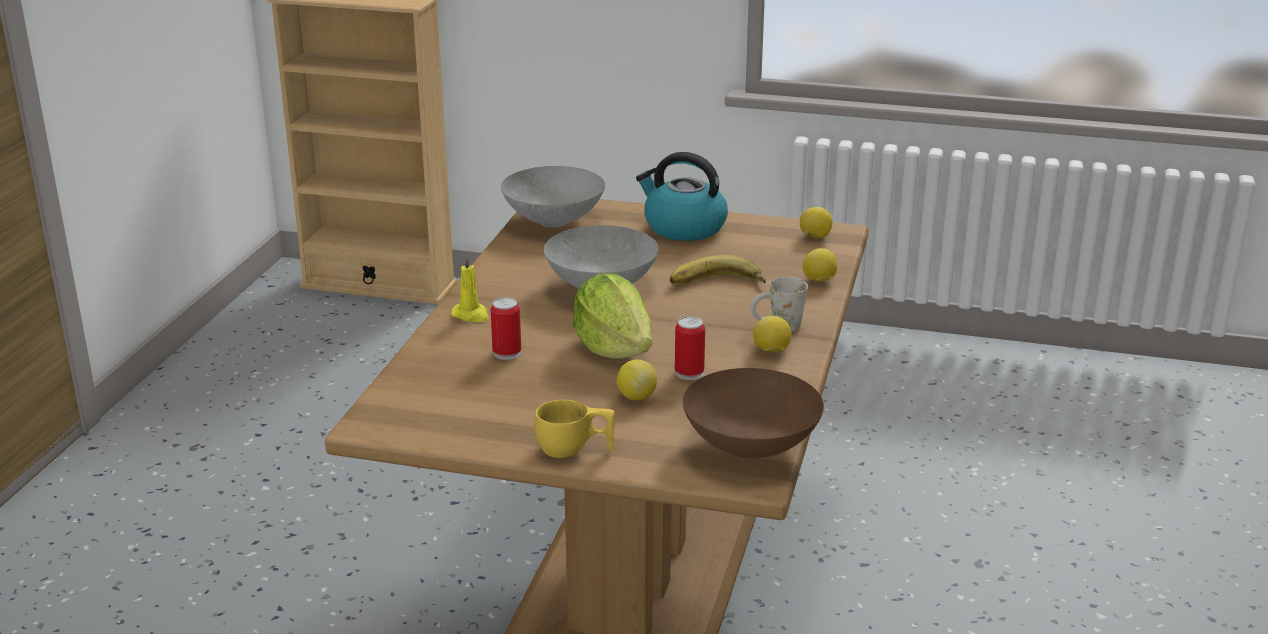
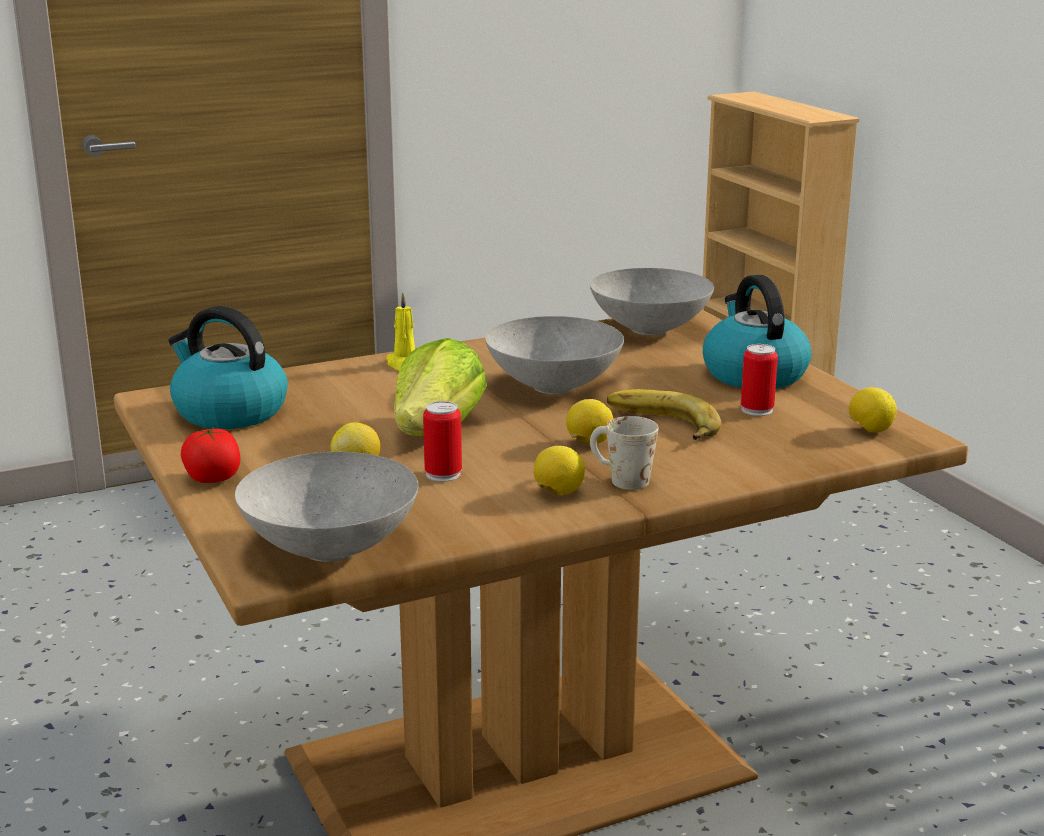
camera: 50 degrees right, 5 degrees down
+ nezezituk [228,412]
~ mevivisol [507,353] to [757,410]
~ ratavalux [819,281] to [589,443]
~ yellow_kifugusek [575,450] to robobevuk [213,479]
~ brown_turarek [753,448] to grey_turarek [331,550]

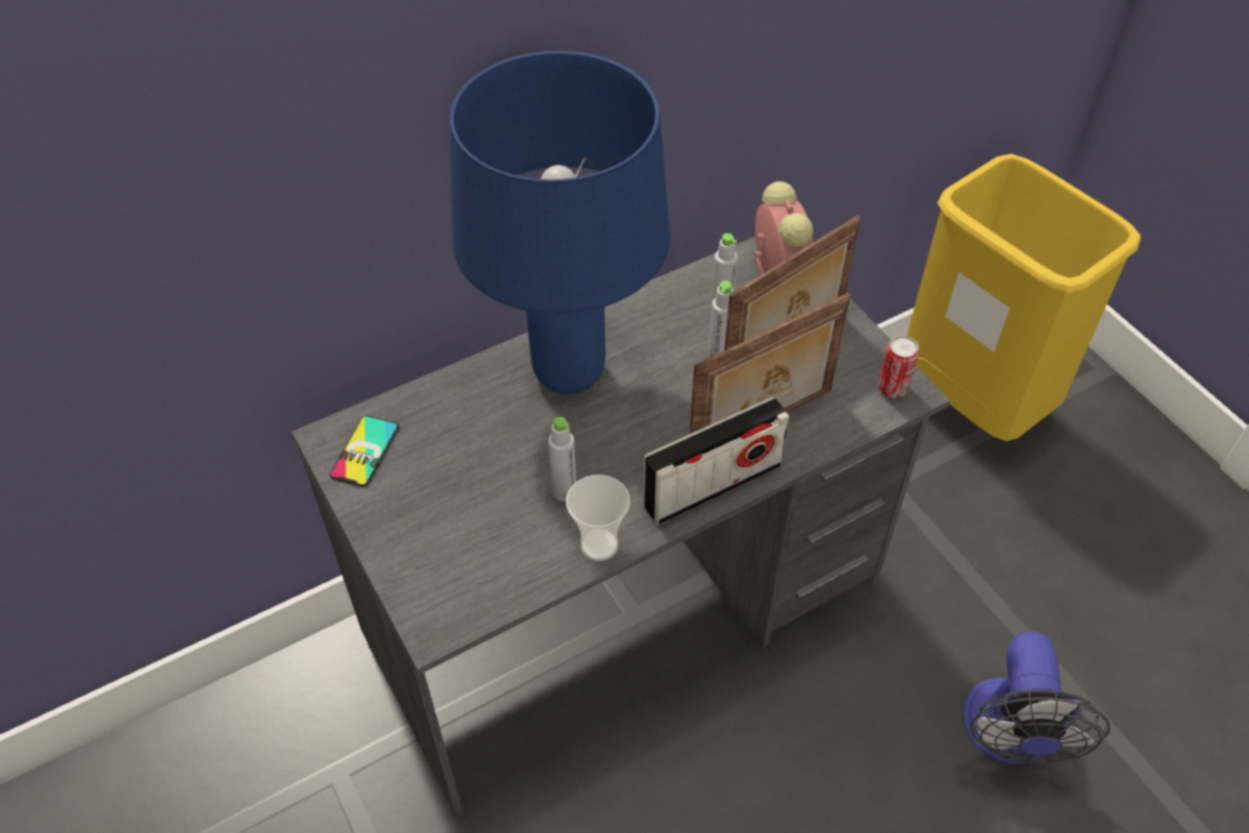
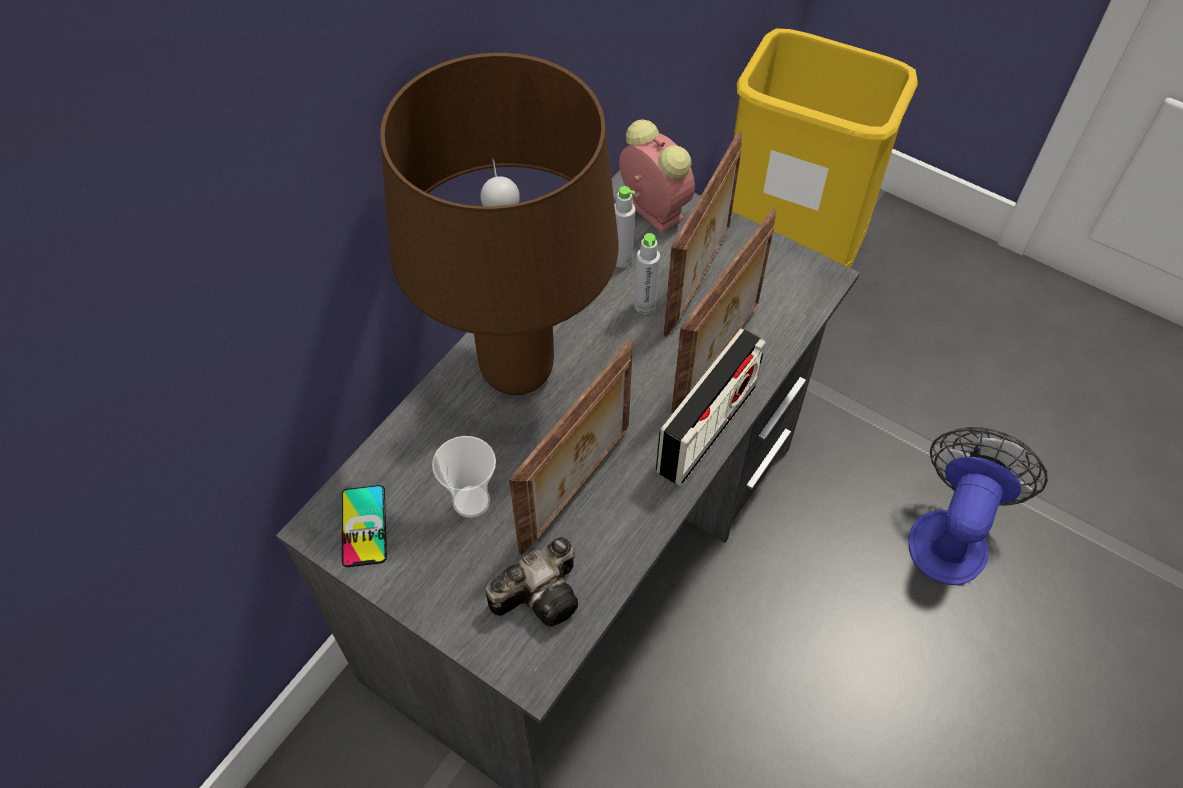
camera: 25 degrees left, 5 degrees up
- mevivisol [892,388]
+ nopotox [543,593]
~ kifugusek [599,545] to [471,501]
~ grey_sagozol [564,491] to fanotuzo [578,488]
~ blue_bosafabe [567,373] to brown_bosafabe [515,372]
~ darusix [1009,738] = [951,534] 135 degrees counterclockwise

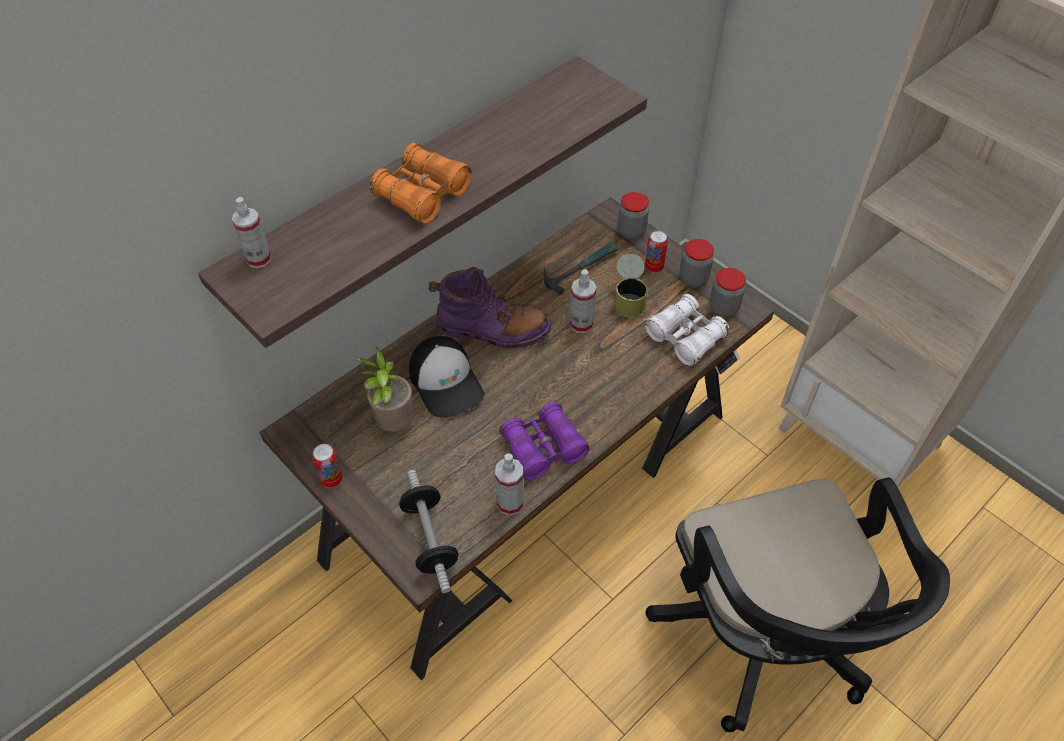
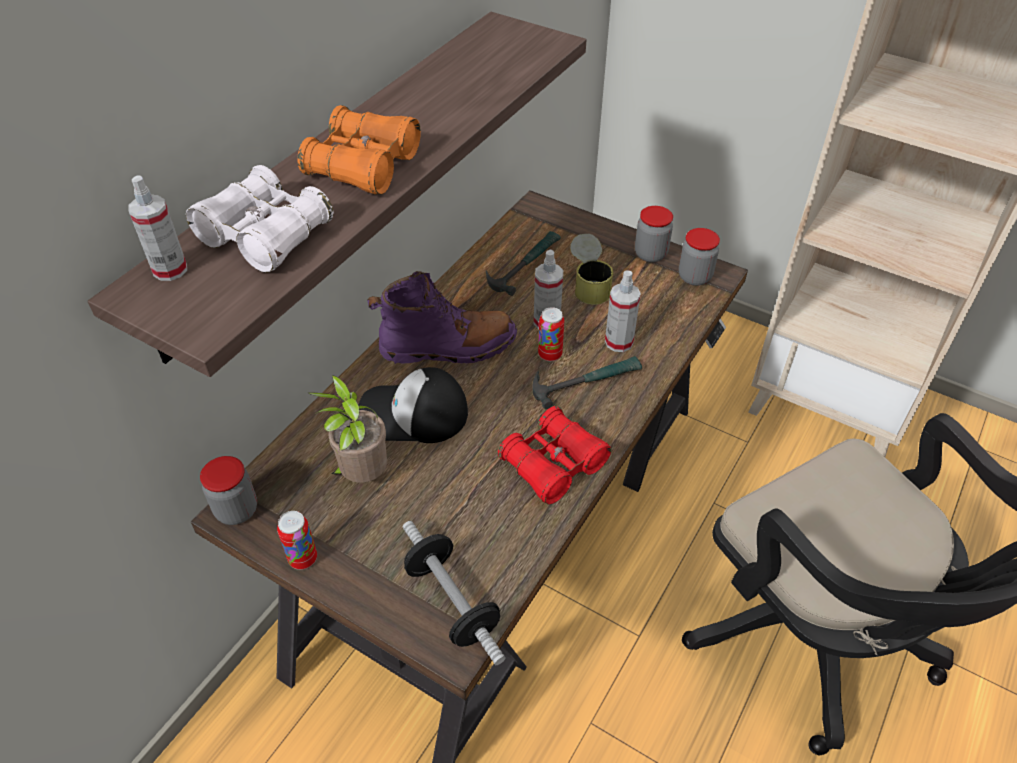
camera: 15 degrees left, 5 degrees down
+ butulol [585,381]
~ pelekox [510,503] to [619,342]
~ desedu [631,232] to [237,510]
~ mevivisol [654,267] to [550,354]
~ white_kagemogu [685,337] to [265,235]
~ purple_kagemogu [543,448] to red_kagemogu [553,464]
~ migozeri [446,382] = [412,414] 135 degrees clockwise

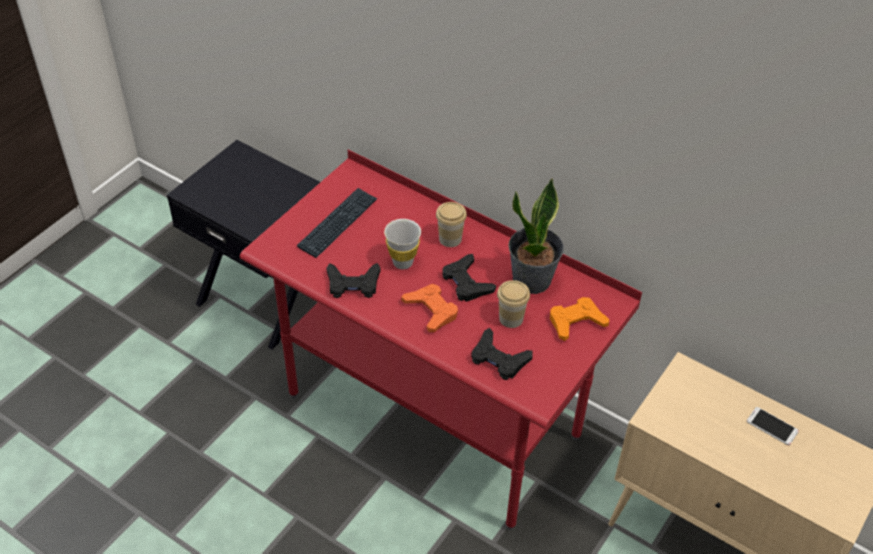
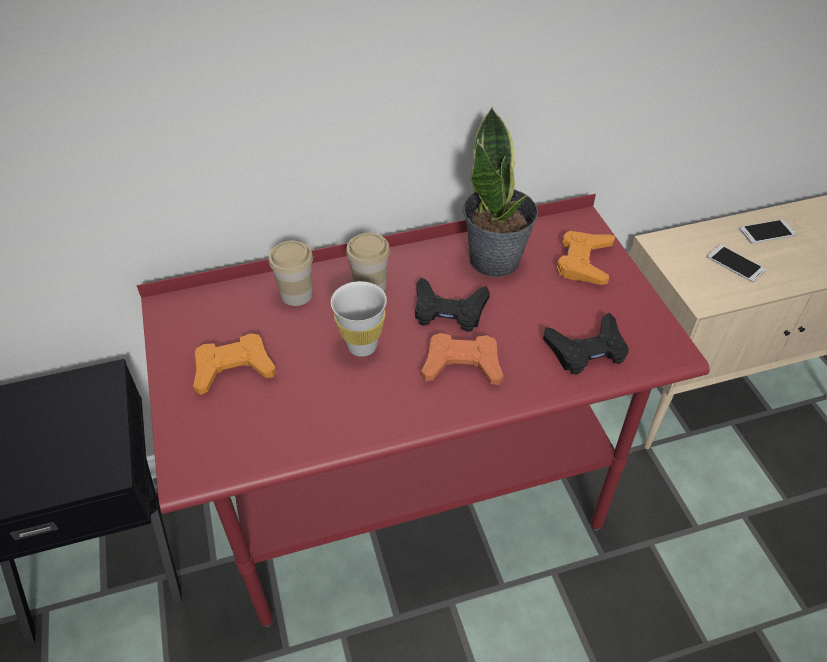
camera: 50 degrees left, 0 degrees up
- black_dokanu [353,284]
+ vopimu [735,264]
~ kifugusek [511,318] to [296,294]
~ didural [338,223] to orange_dokanu [233,368]

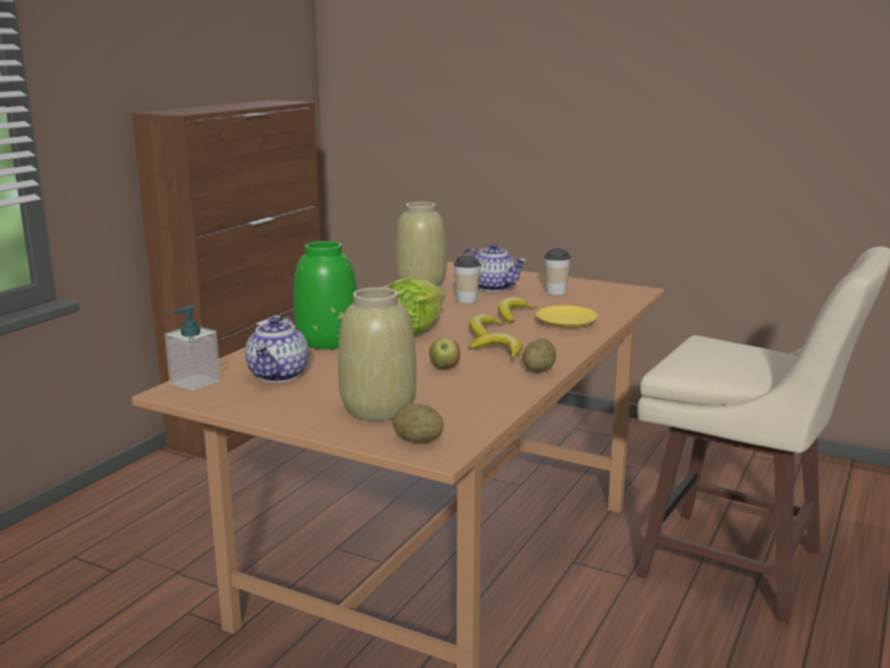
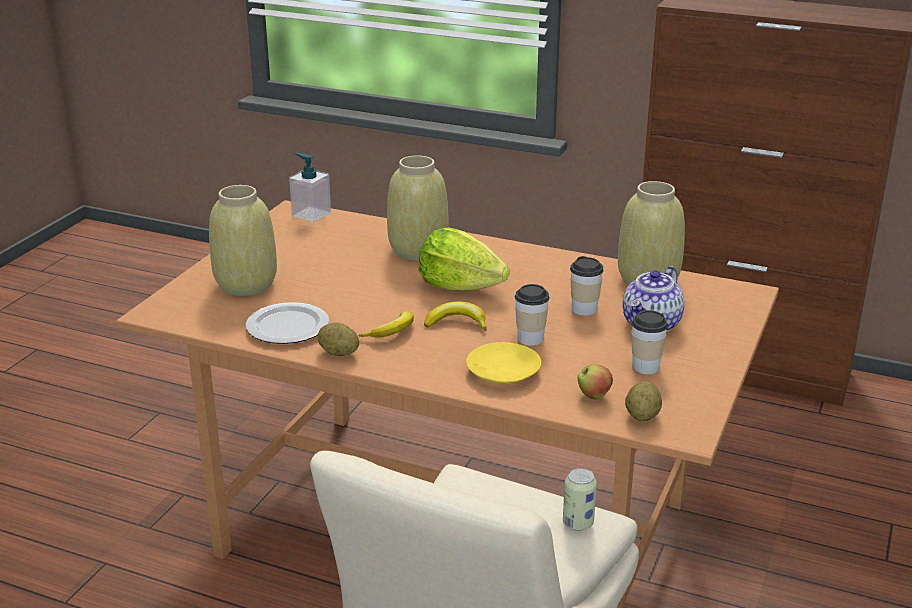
camera: 85 degrees right, 10 degrees up
- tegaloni [279,375]
+ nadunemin [289,327]
+ mevivisol [578,523]
~ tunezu [418,440] to [642,416]
~ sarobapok [444,367] to [594,396]
~ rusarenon [513,315] to kifugusek [530,338]
~ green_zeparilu [327,341] to beige_zeparilu [419,250]

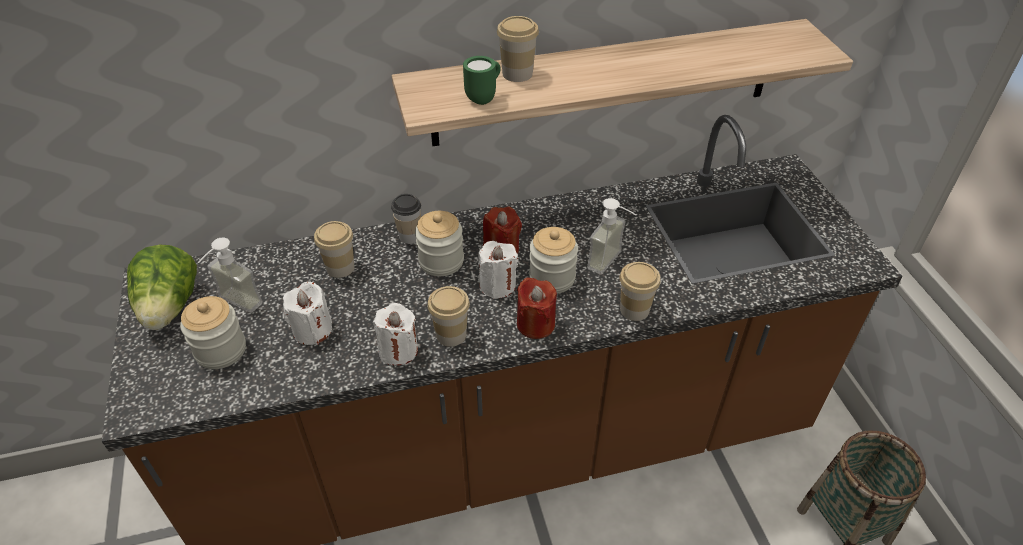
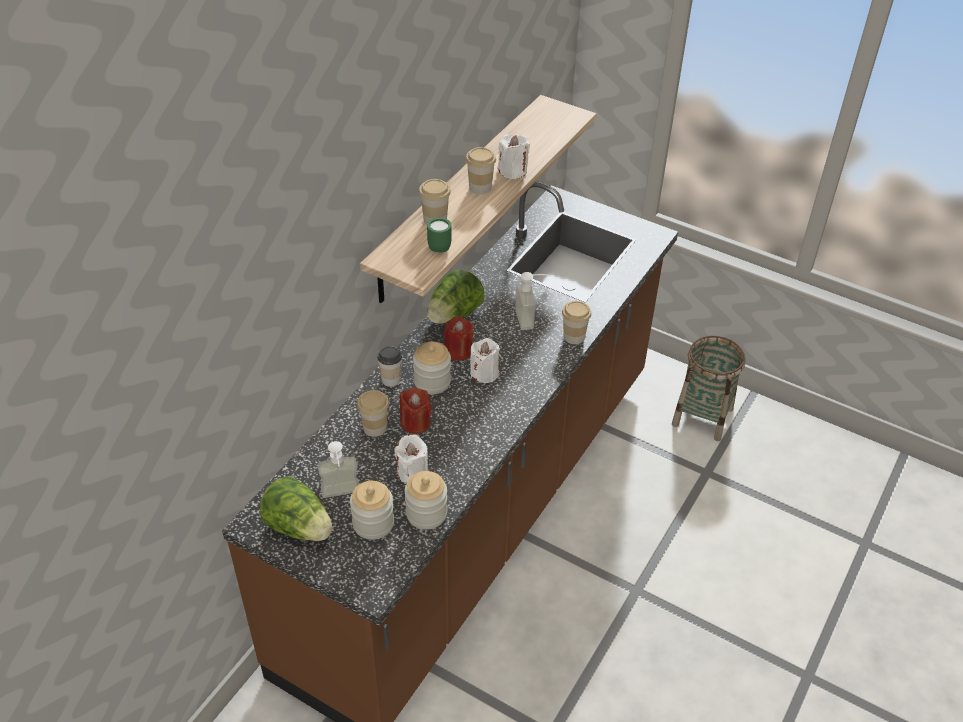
camera: 45 degrees left, 0 degrees up
+ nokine [454,315]
~ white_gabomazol [398,350] to [513,171]
~ kifugusek [451,334] to [480,187]
~ red_gabomazol [535,324] to [415,422]
~ desedu [552,278] to [426,513]

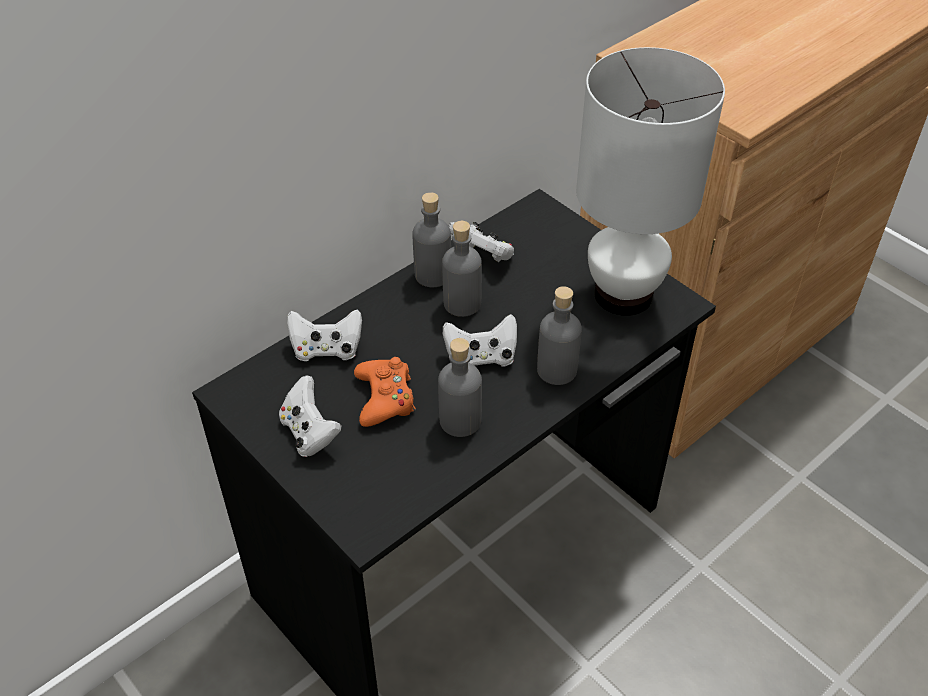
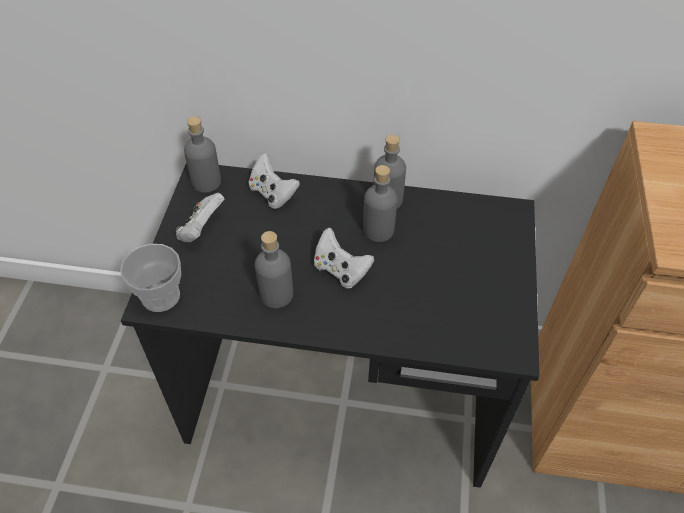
camera: 50 degrees right, 5 degrees up
- orange_dokanu [385,398]
- white_dokanu [483,256]
- white_bosafabe [623,294]
+ kifugusek [161,296]
~ grey_sagozol [556,370] to [206,182]

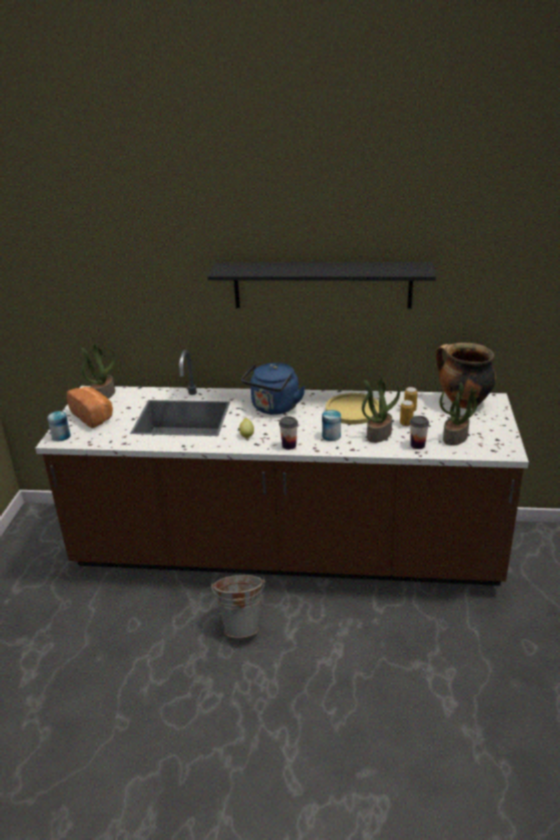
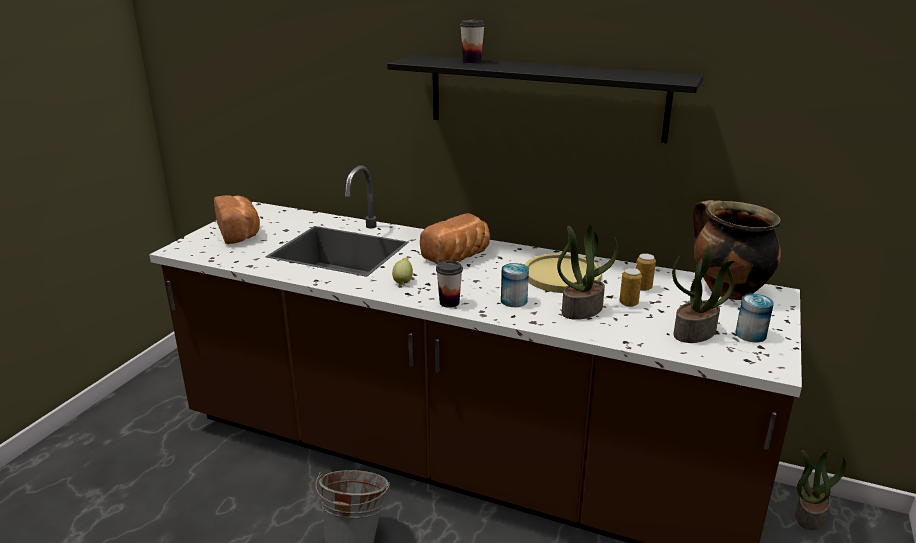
camera: 15 degrees right, 5 degrees down
~ mevivisol [61,436] to [750,334]
~ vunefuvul [103,394] to [809,515]
~ kifugusek [417,445] to [472,61]
~ blue_nezezituk [274,408] to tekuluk [459,257]

